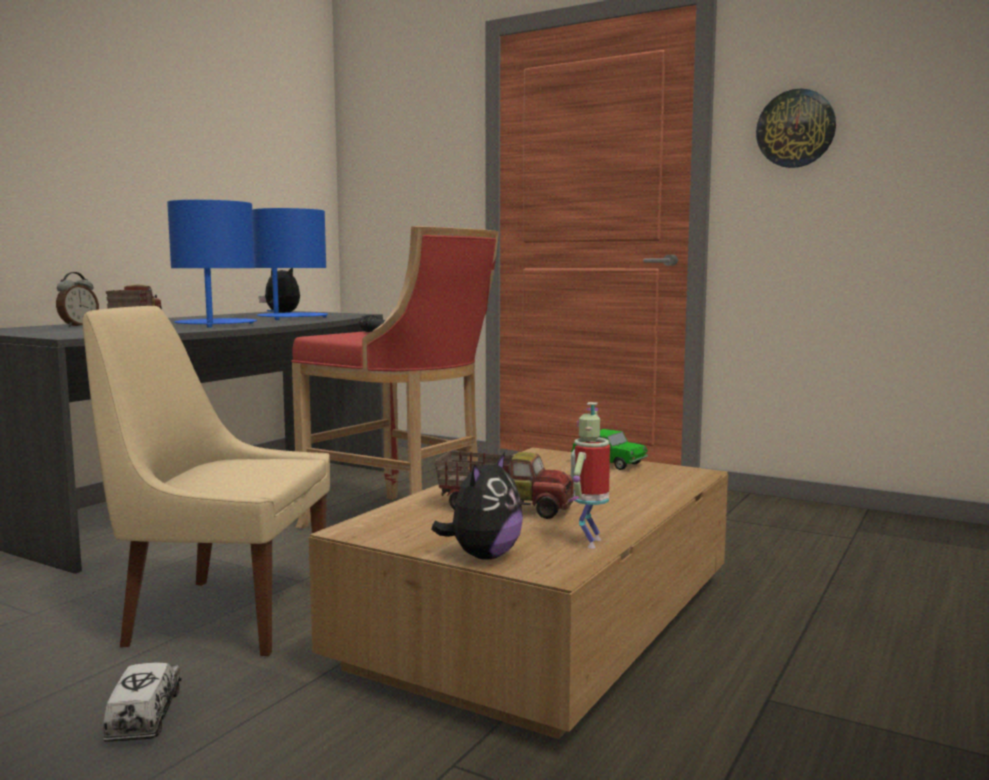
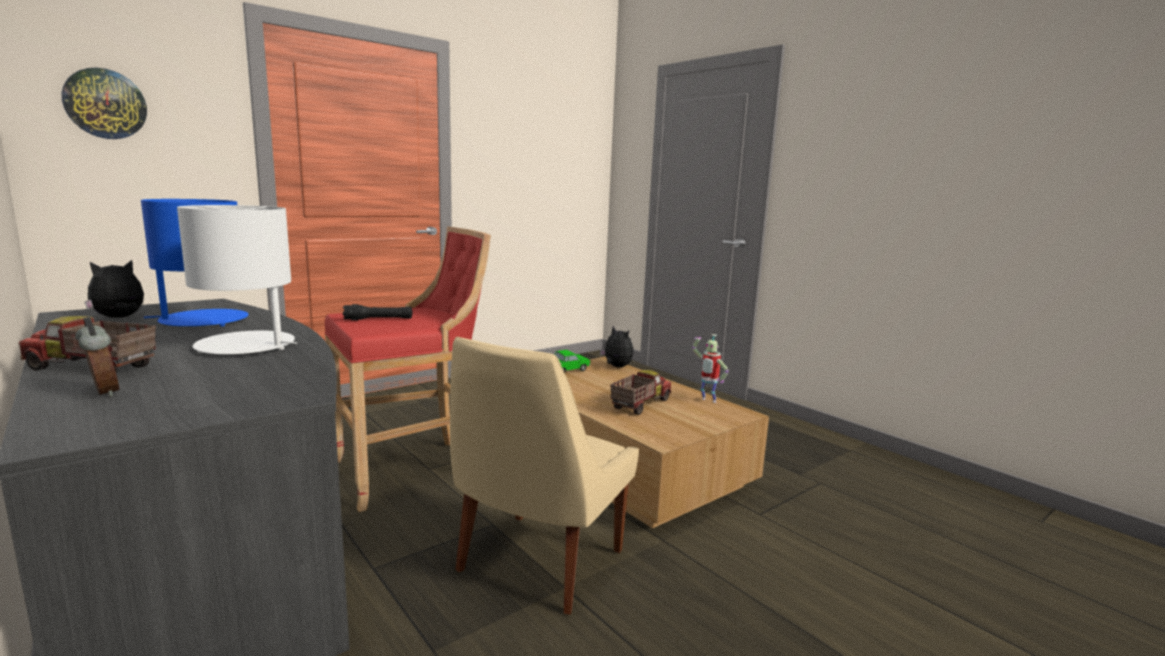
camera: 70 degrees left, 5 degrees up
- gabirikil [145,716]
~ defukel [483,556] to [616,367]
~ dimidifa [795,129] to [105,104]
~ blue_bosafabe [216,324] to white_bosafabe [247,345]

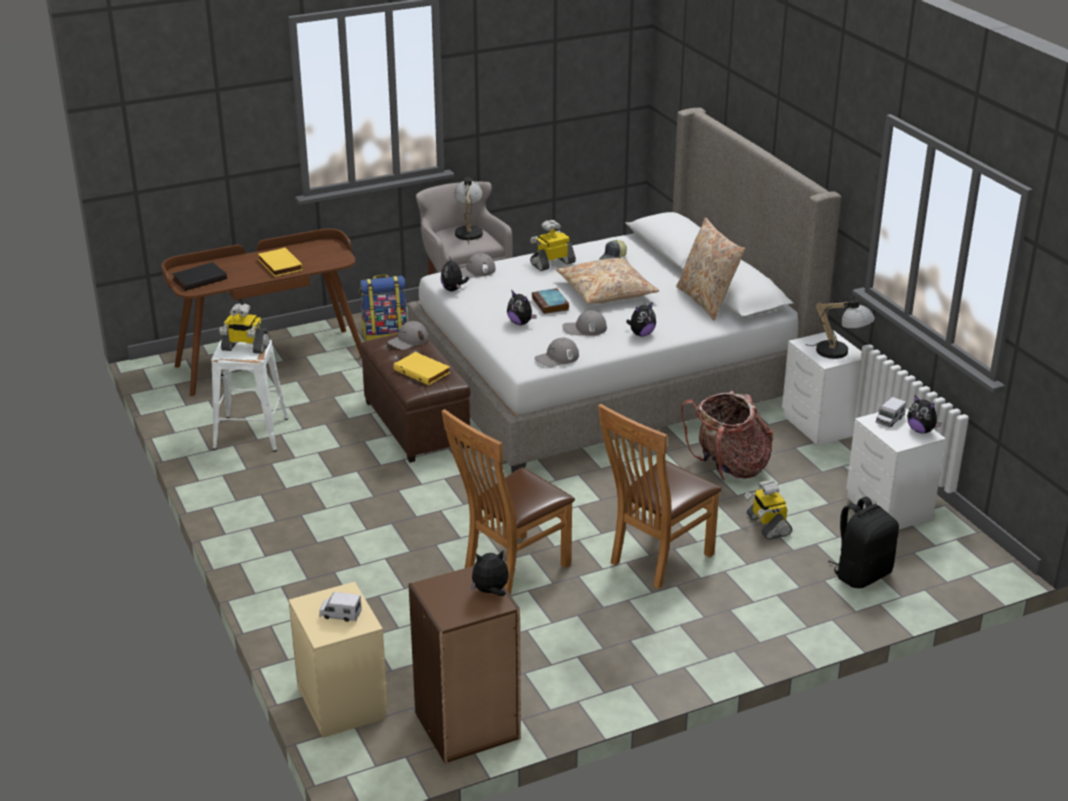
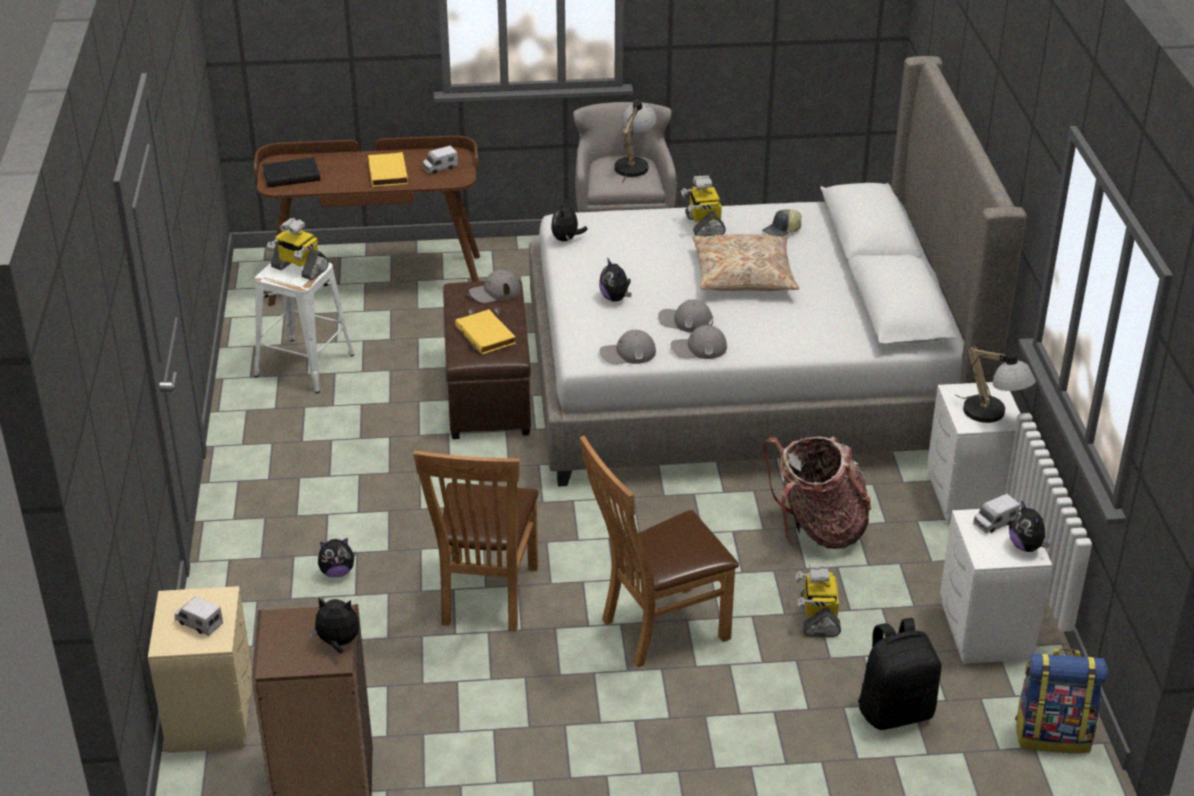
camera: 20 degrees right, 5 degrees up
- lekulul [551,304]
- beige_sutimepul [707,301]
+ gabirikil [440,168]
~ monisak [385,335] to [1053,735]
~ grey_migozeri [475,271] to [698,348]
~ defukel [641,334] to [337,572]
~ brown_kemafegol [511,568] = [485,599] 60 degrees counterclockwise
~ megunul [552,263] = [703,225] 90 degrees counterclockwise

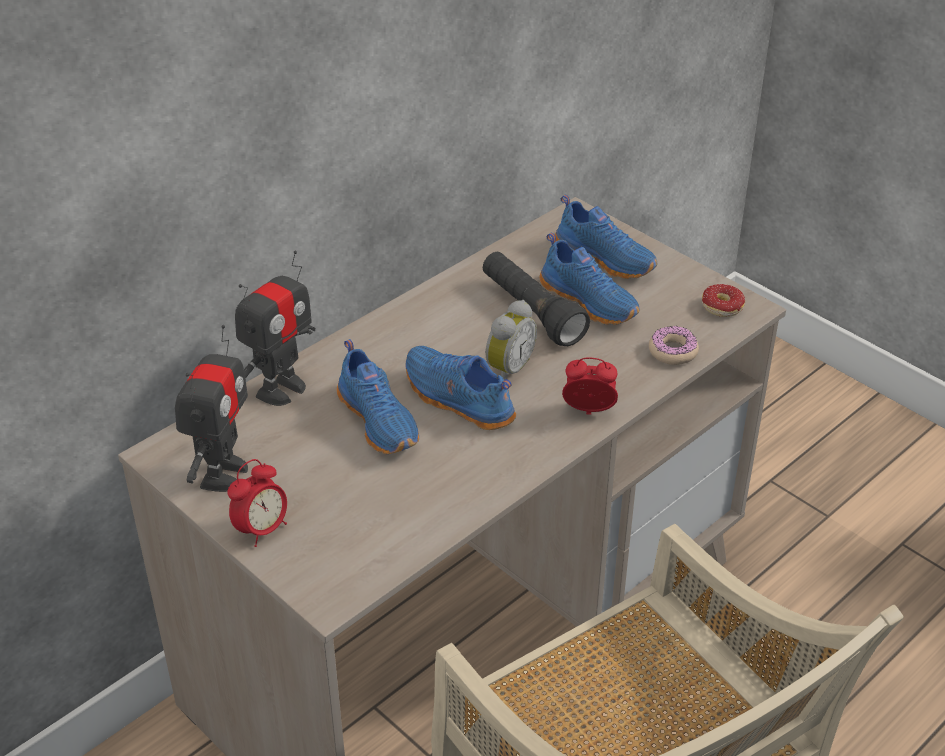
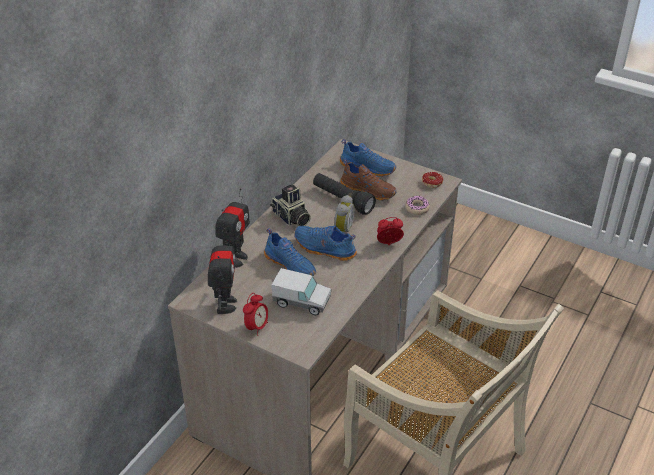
camera: 15 degrees left, 0 degrees up
+ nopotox [291,218]
+ gabirikil [301,302]
~ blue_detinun [590,300] to brown_detinun [368,190]

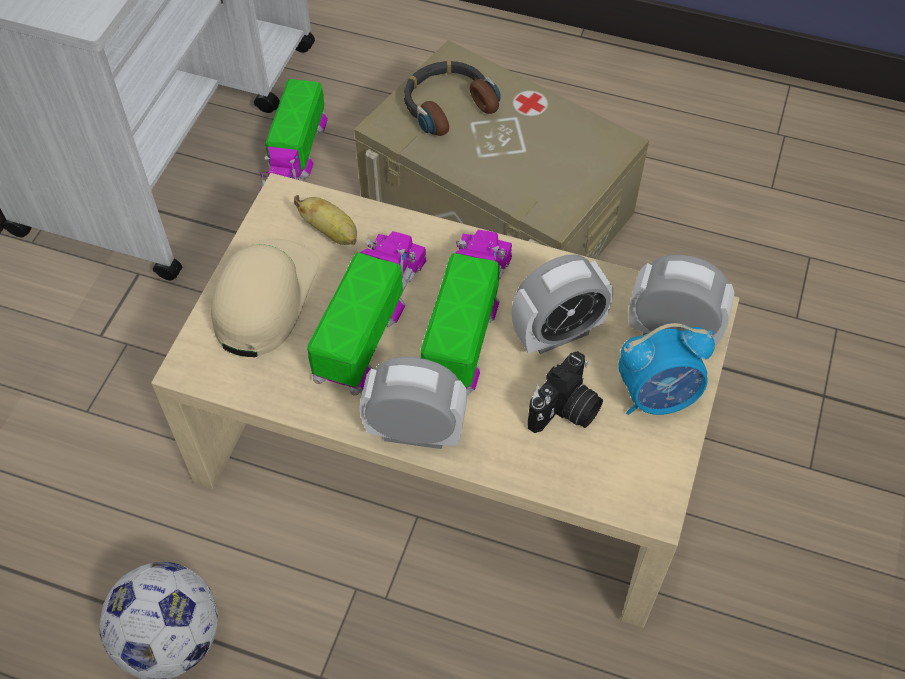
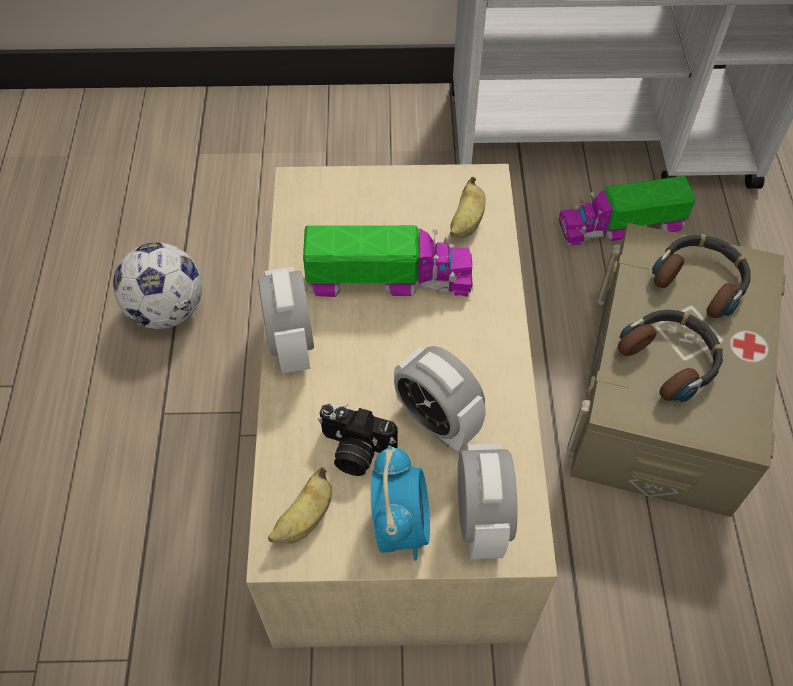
camera: 70 degrees right, 0 degrees up
- beige_migozeri [265,298]
- gabirikil [466,319]
+ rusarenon [304,519]
+ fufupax [671,358]
~ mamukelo [657,396] = [400,525] 150 degrees counterclockwise

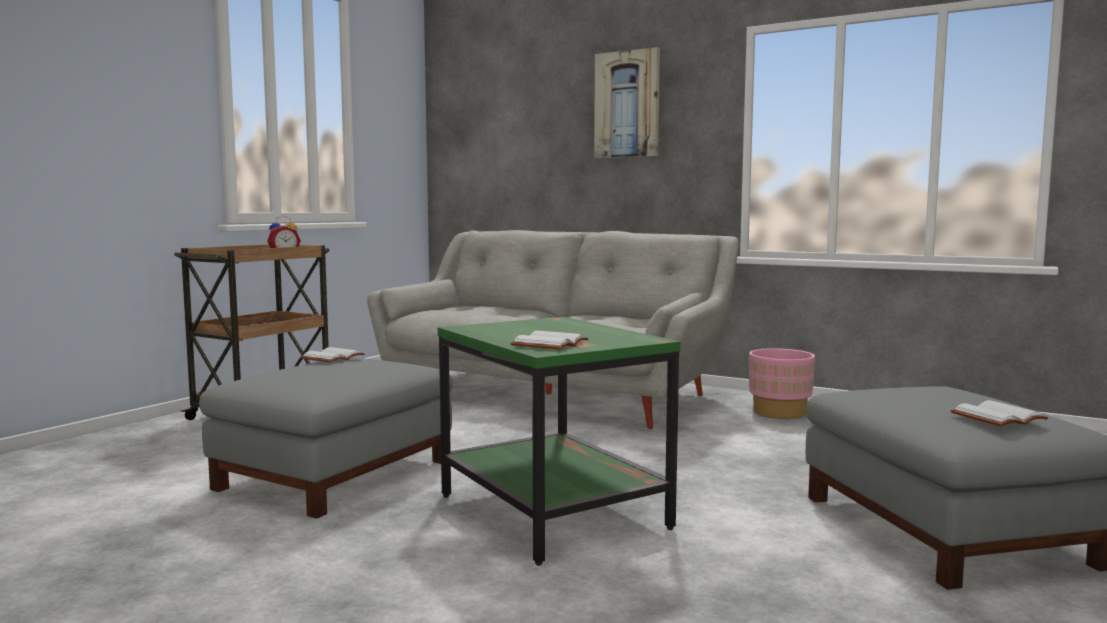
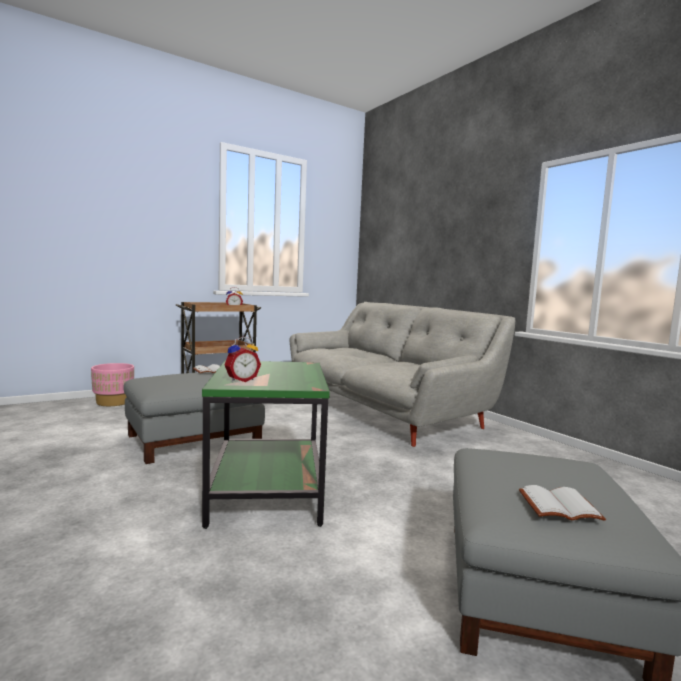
camera: 25 degrees right, 0 degrees up
- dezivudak [627,104]
~ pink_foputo [779,412] to [113,402]
~ white_lekulul [548,344] to mamukelo [241,380]

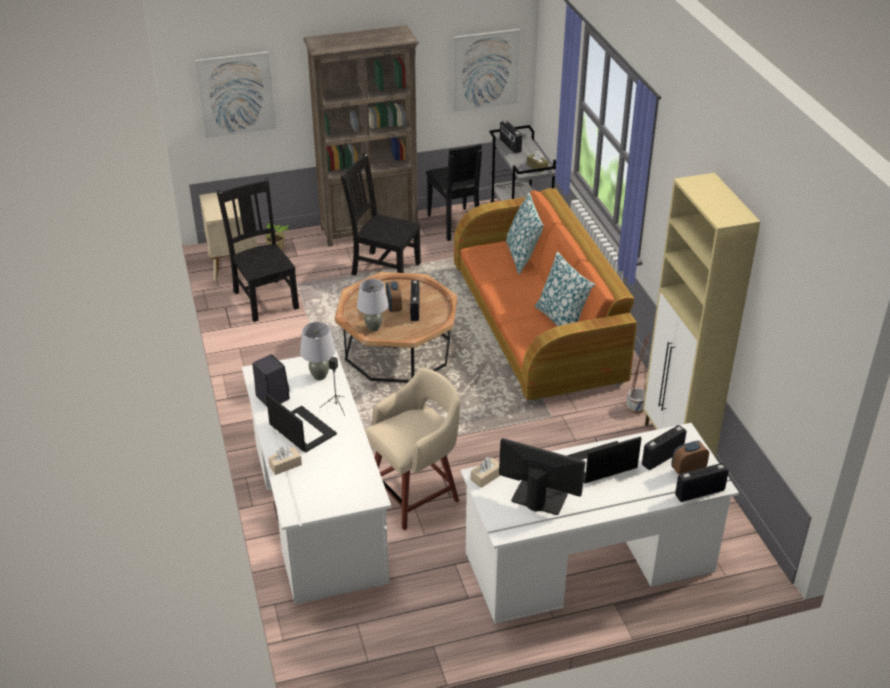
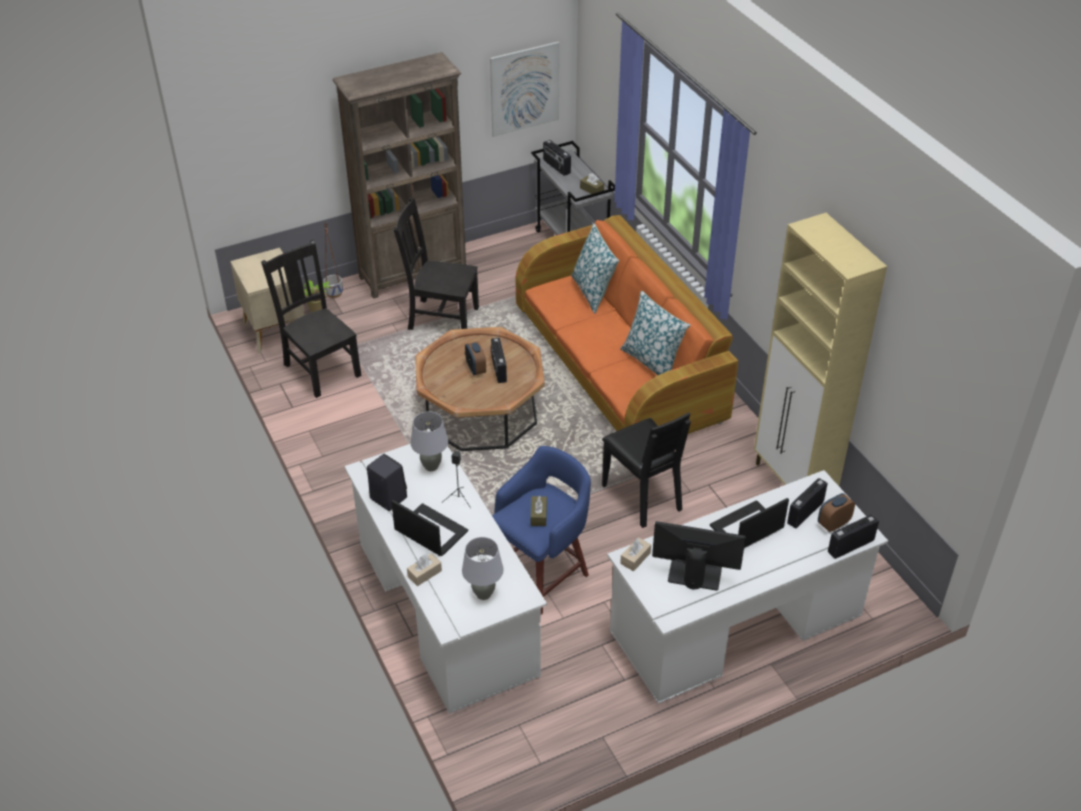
camera: 10 degrees left, 5 degrees up
- dezivudak [236,94]
+ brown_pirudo [538,515]
~ grey_bosafabe [373,328] to [484,594]
~ black_kemafegol [455,224] to [642,496]
~ foputo [636,408] to [334,293]
~ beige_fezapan [415,495] to blue_fezapan [542,574]

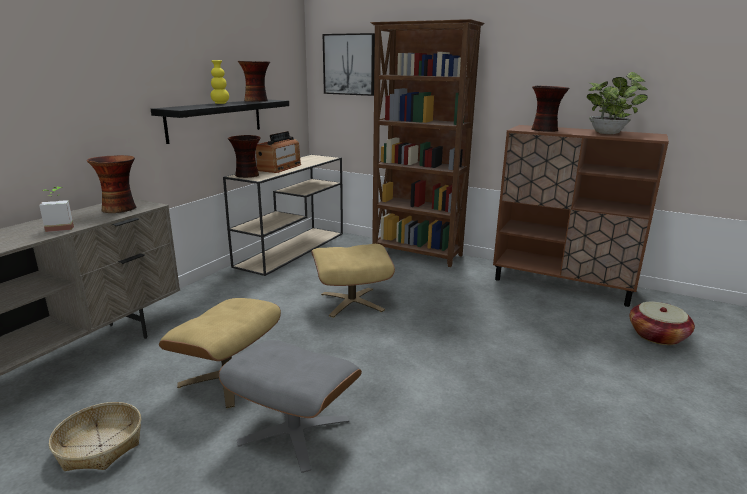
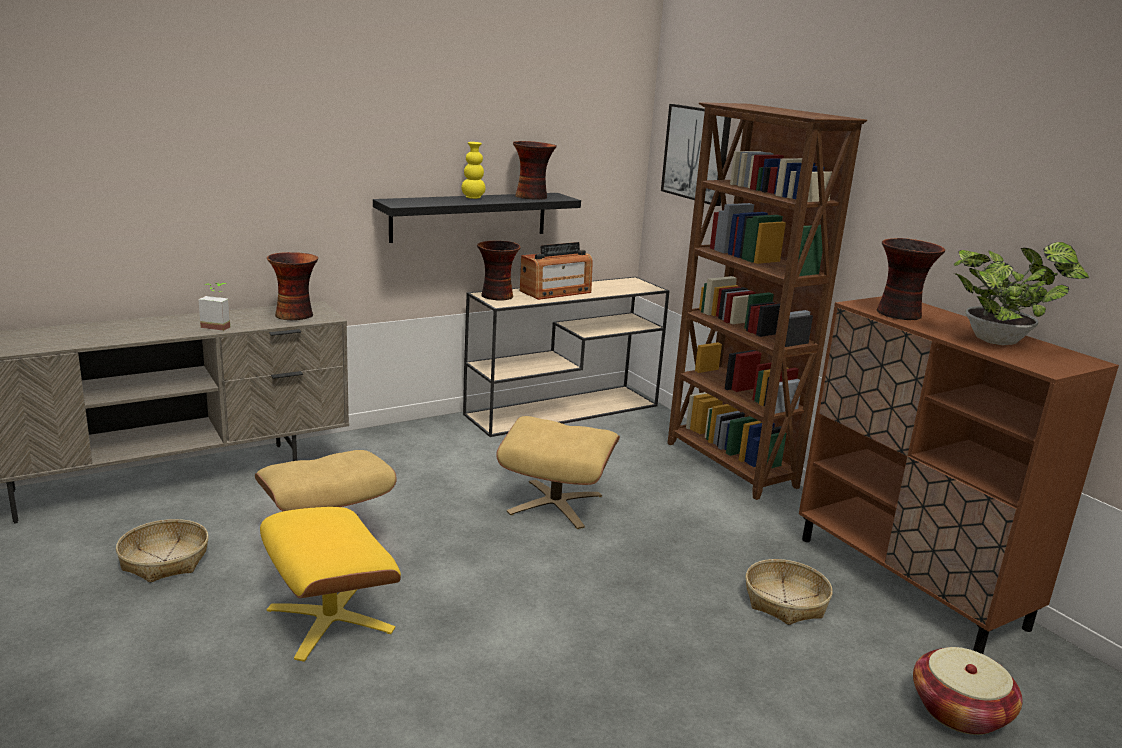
camera: 30 degrees right, 0 degrees up
+ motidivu [785,602]
~ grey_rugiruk [294,431] to yellow_rugiruk [329,619]

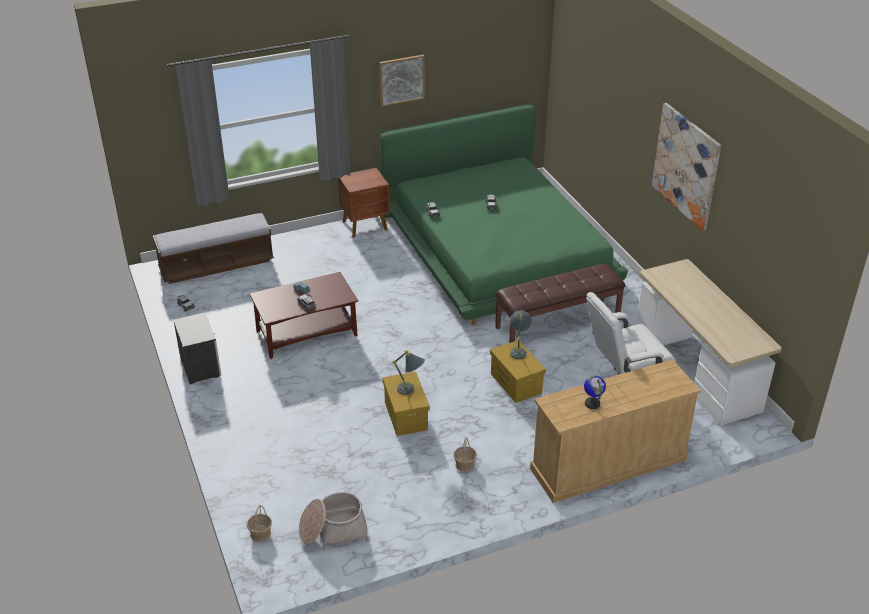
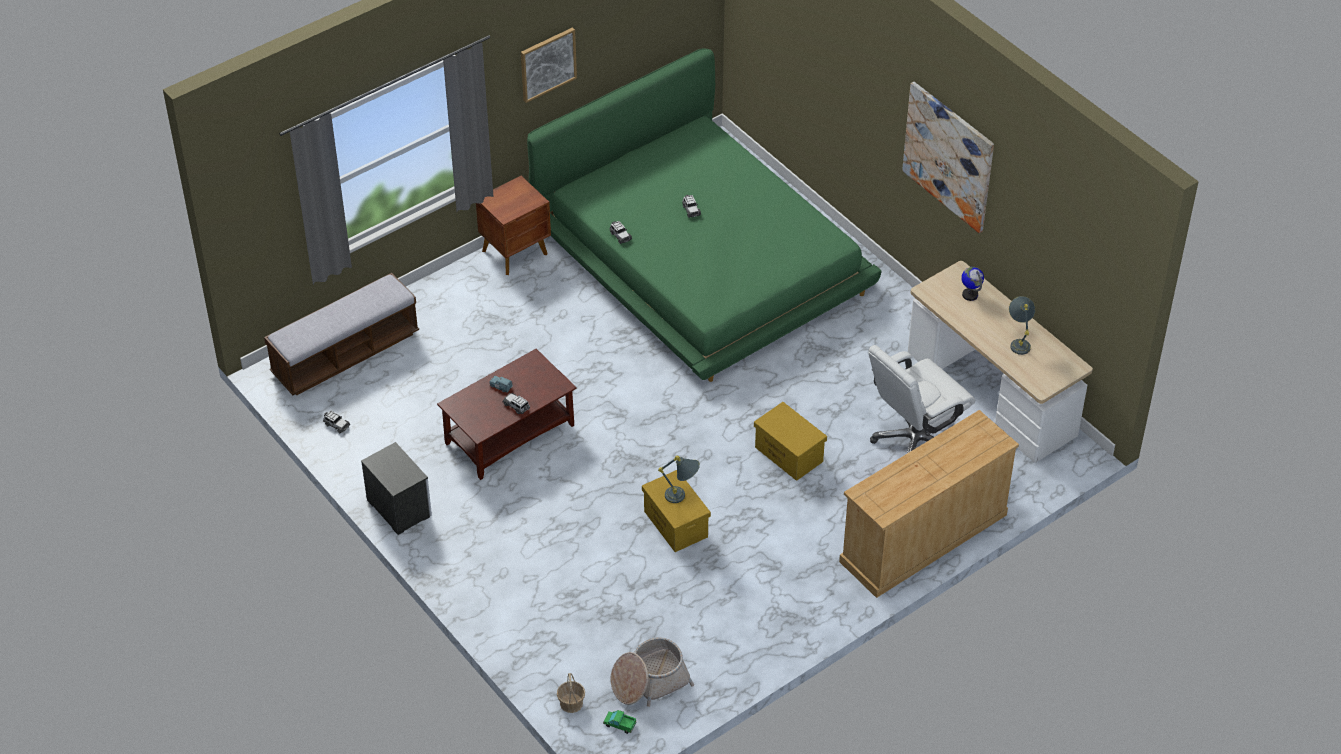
camera: 15 degrees left, 10 degrees up
- motidivu [464,465]
- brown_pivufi [557,322]
+ gabirikil [619,724]
~ grey_bosafabe [519,350] to [1019,341]
~ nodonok [592,403] to [970,295]

